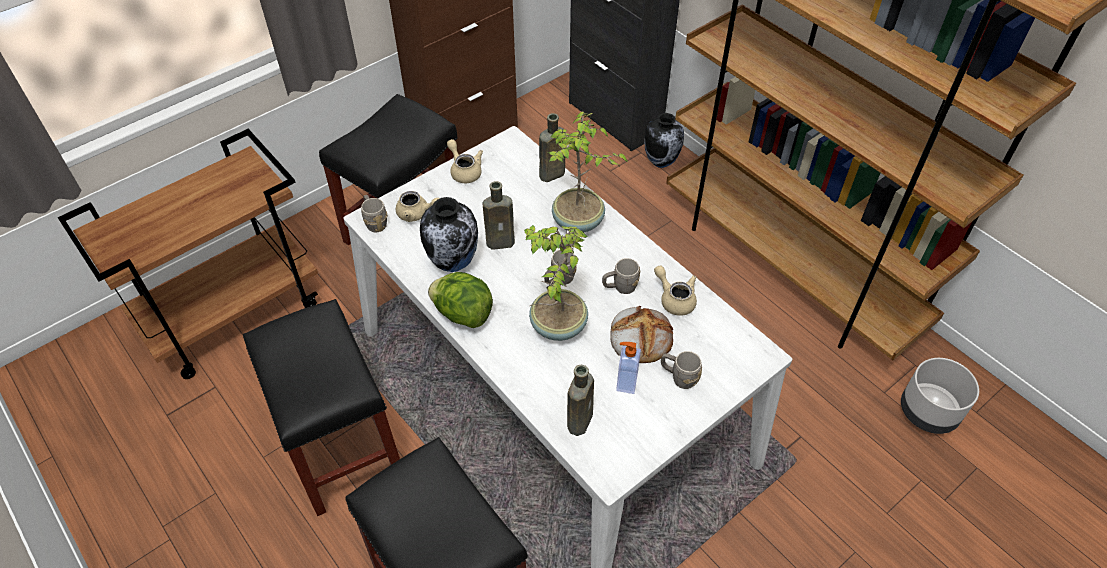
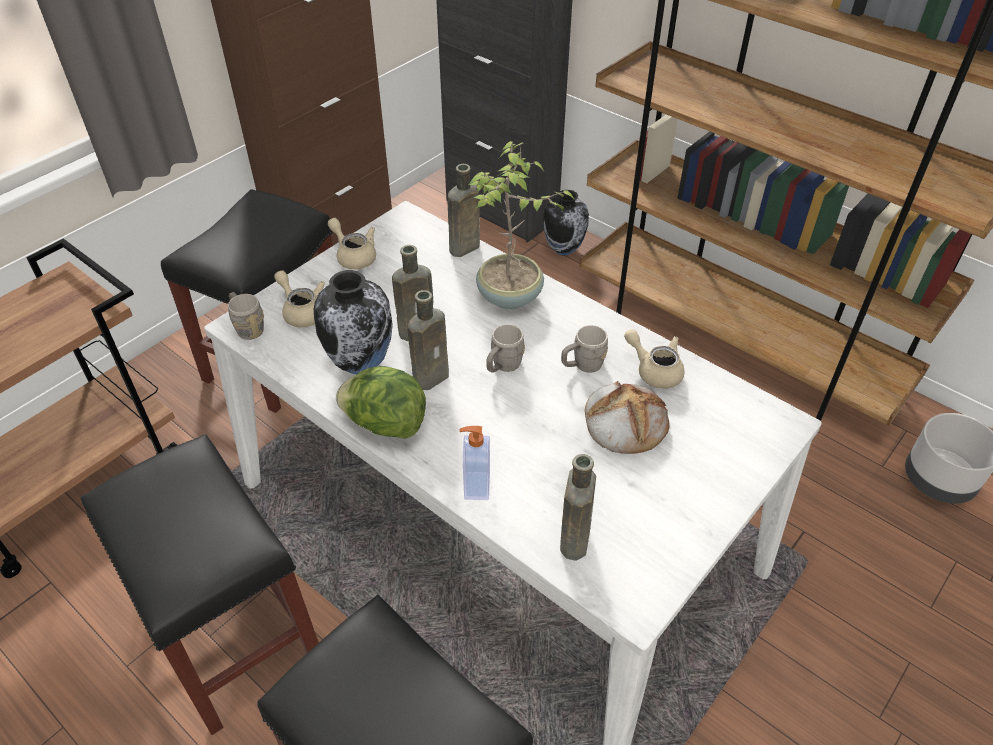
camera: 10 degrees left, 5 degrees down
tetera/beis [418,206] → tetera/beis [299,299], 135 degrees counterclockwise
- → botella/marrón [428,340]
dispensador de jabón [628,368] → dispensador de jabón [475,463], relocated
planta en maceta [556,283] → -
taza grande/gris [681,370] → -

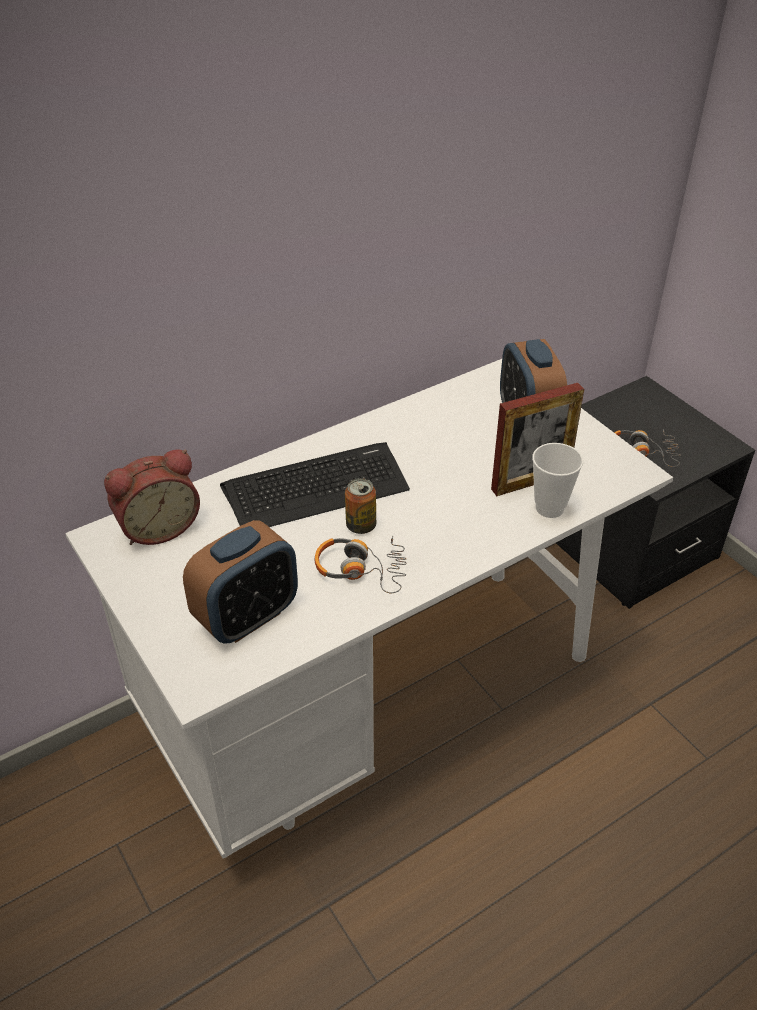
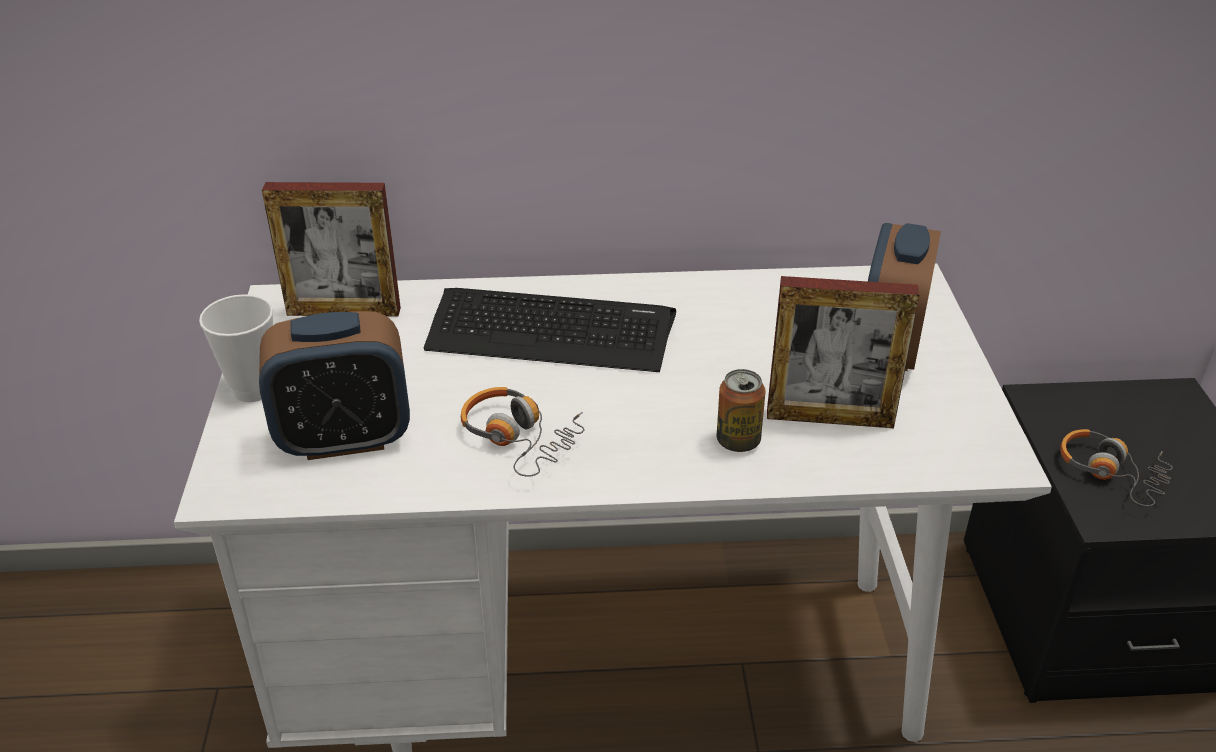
camera: 30 degrees right, 5 degrees down
taza [557,480] → taza [236,348], relocated
despertador [152,497] → portarretratos [331,249]
lata [360,506] → lata [741,410], relocated

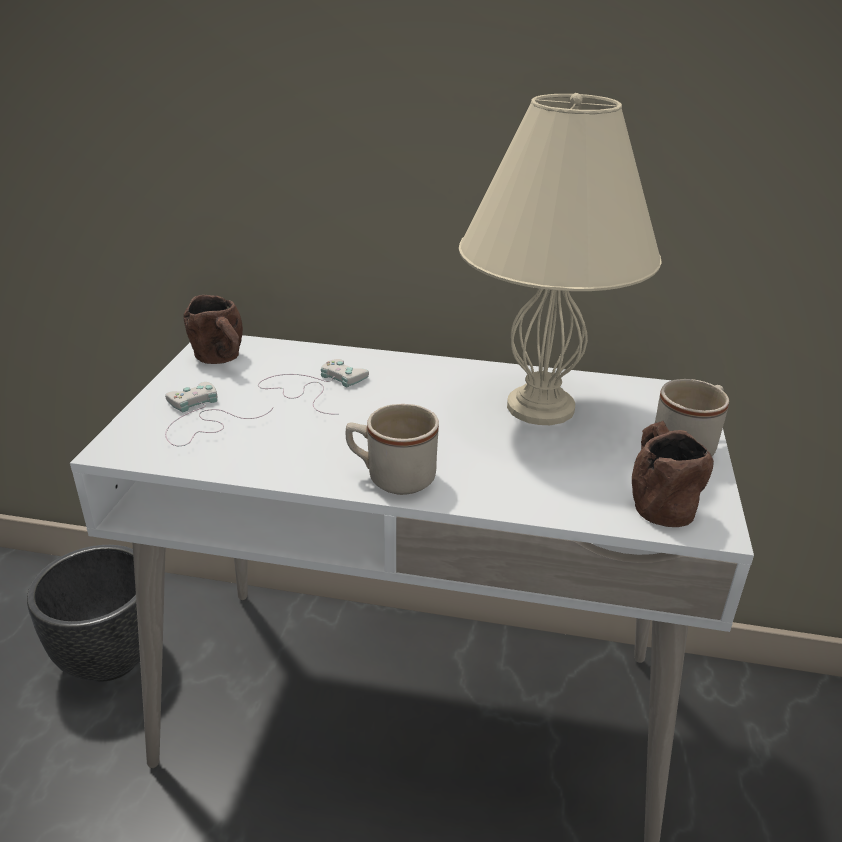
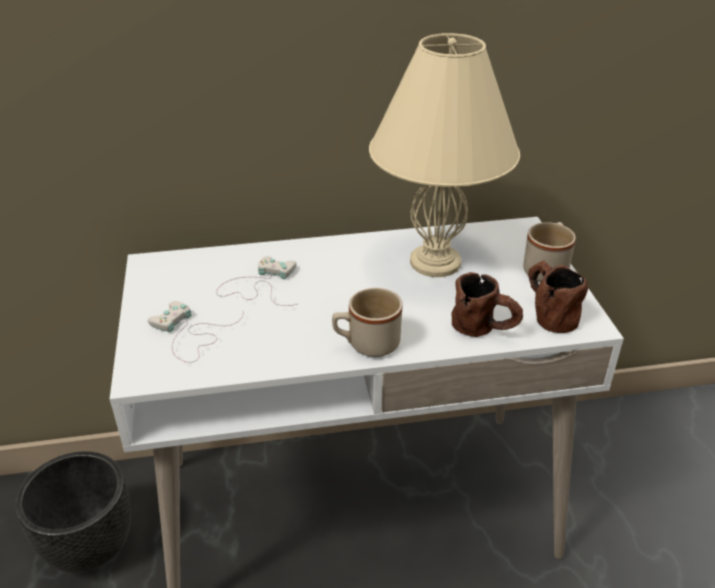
camera: 20 degrees left, 5 degrees up
taza grande/marrón [213,329] → taza grande/marrón [487,304], relocated

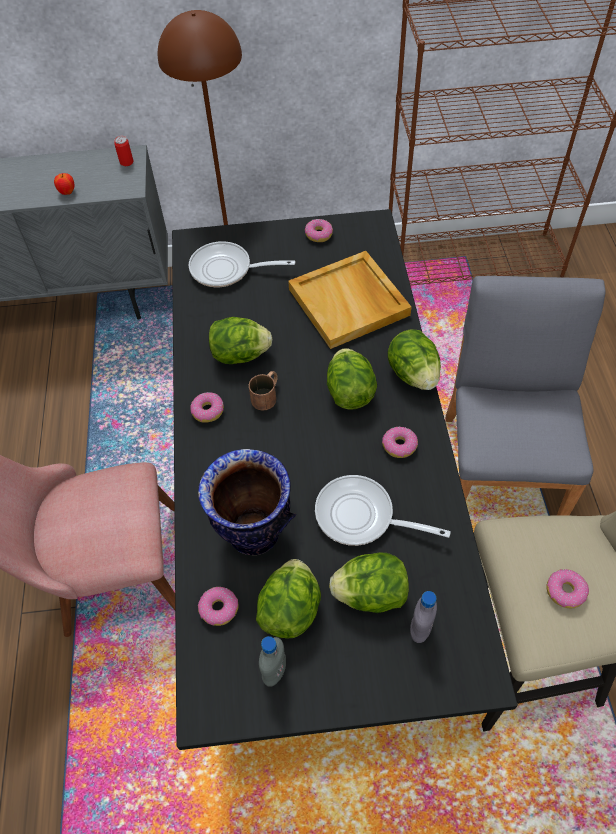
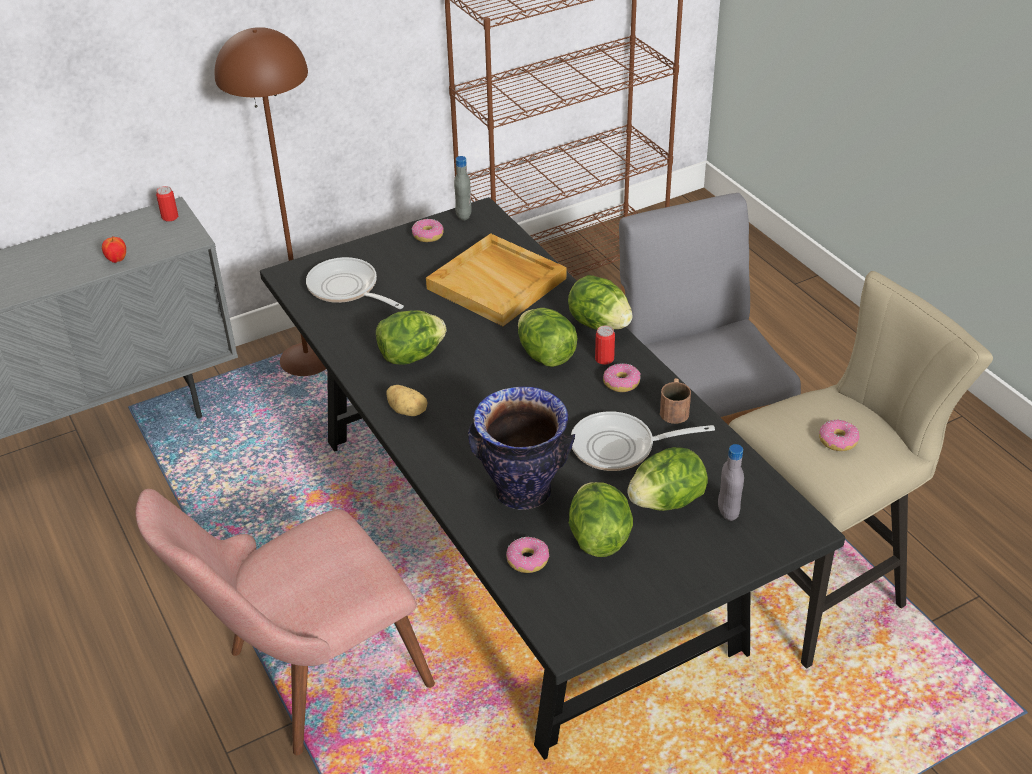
camera: 25 degrees left, 15 degrees down
sartén [242,264] → sartén [355,283], 60 degrees clockwise
rosquilla [207,407] → patata [407,400]
botella/gris [272,661] → botella/gris [462,188], relocated
- → lata [605,345]
taza grande/marrón [263,391] → taza grande/marrón [675,401], relocated

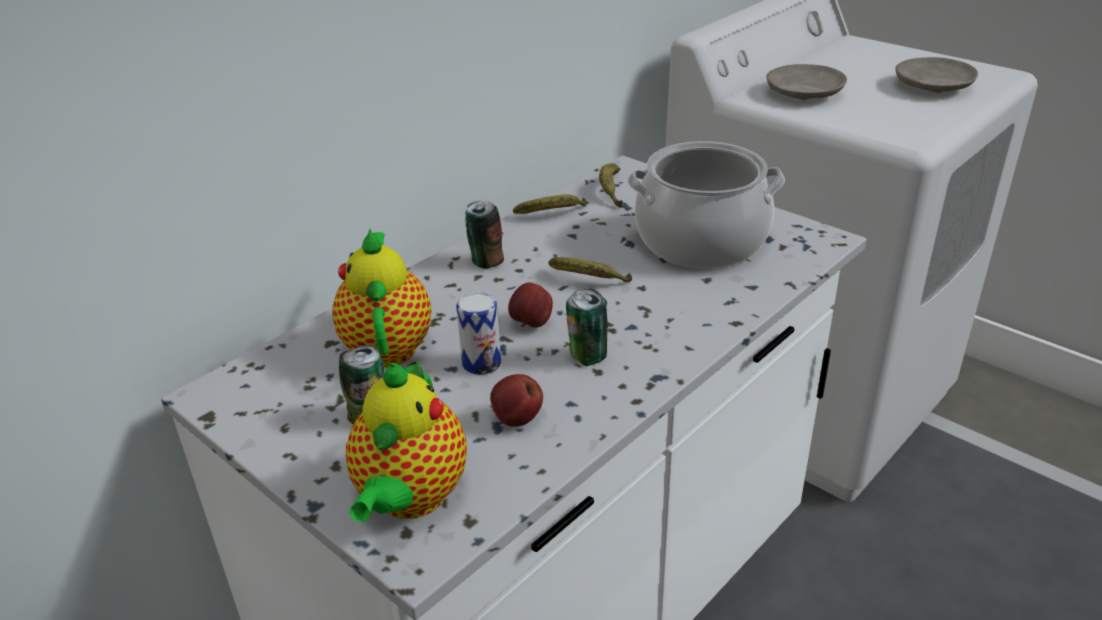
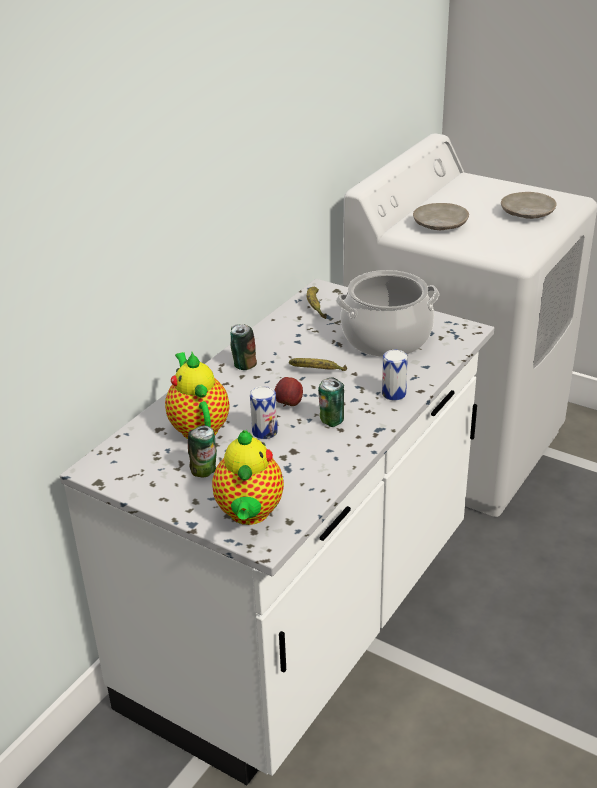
camera: 10 degrees left, 0 degrees up
- → lata [395,375]
manzana [516,400] → -
plátano [549,204] → -

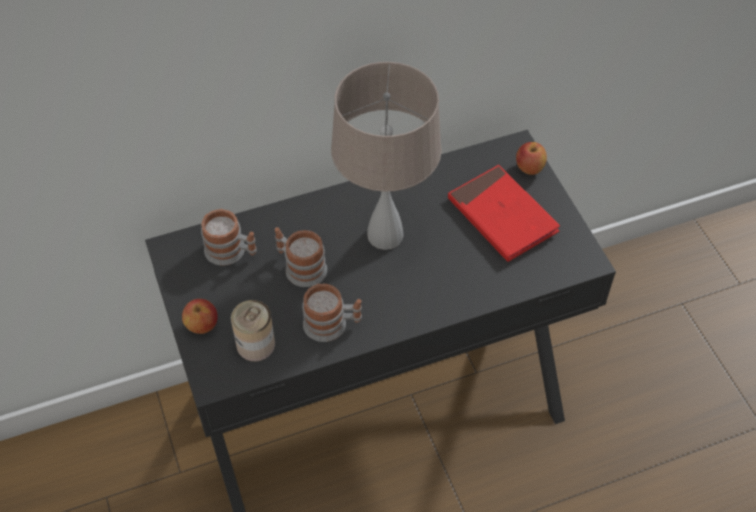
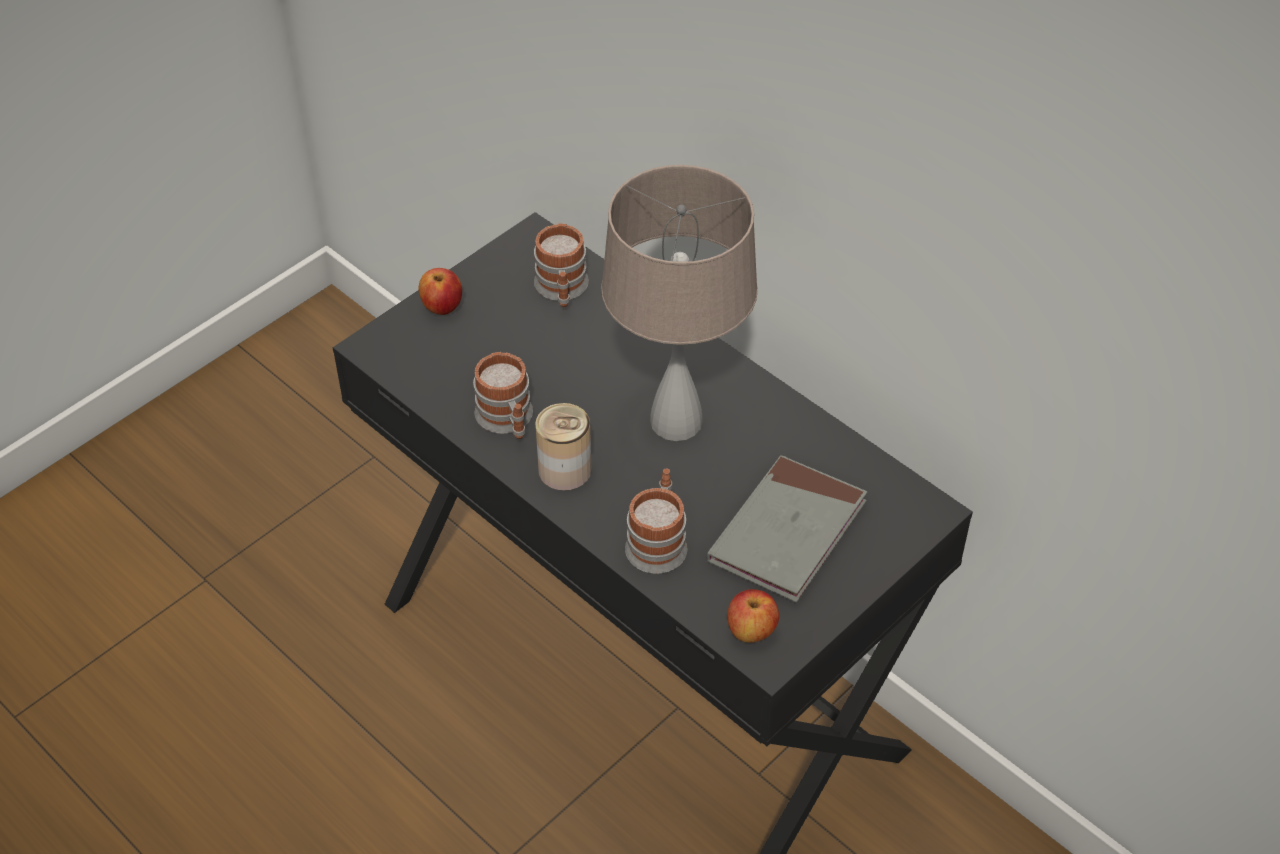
camera: 65 degrees right, 5 degrees down
lata [253,330] → lata [563,447], relocated
taza grande [301,257] → taza grande [656,521], relocated
libro/rojo [504,213] → libro/gris [787,528]
manzana [531,158] → manzana [753,616], relocated

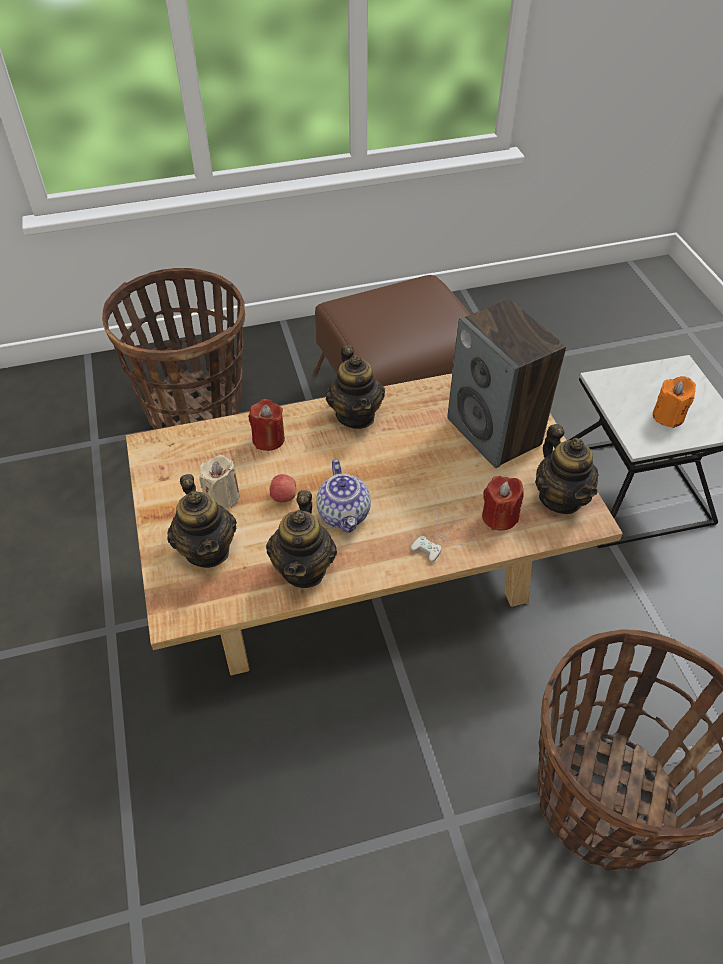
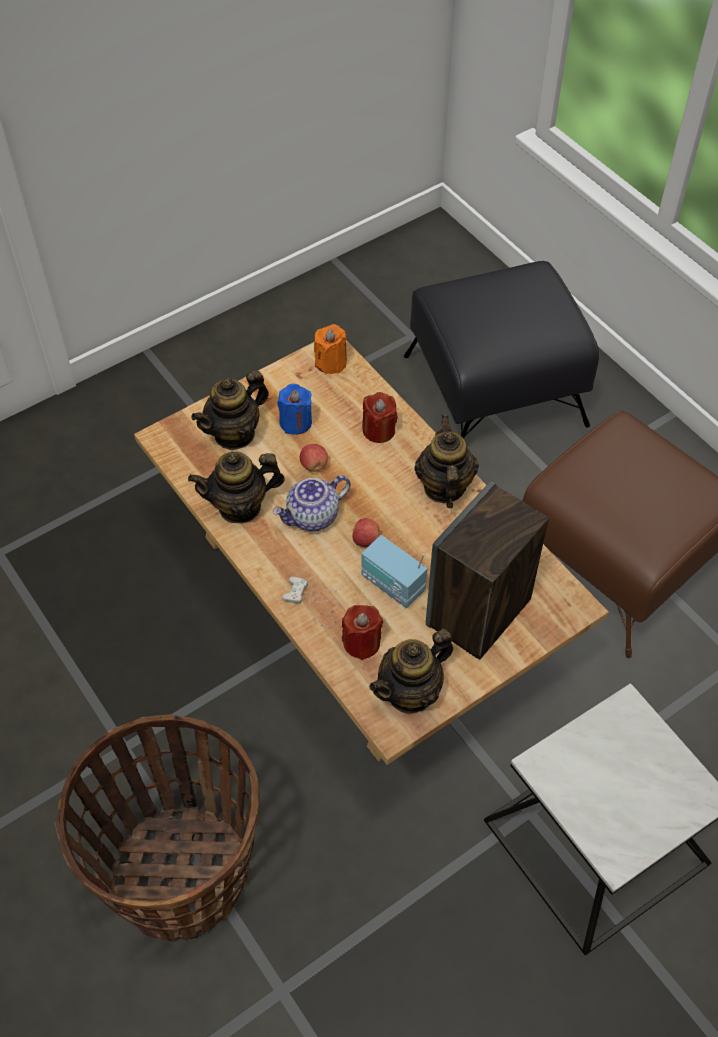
camera: 70 degrees right, 5 degrees up
vela/beis [219,482] → vela/azul [294,409]
vela/naranja [674,402] → vela/naranja [330,349], relocated
- → manzana [366,532]
- → radio [394,571]
cesta [173,349] → puf/negro [501,350]
tetera [355,387] → tetera [446,461], 120 degrees clockwise

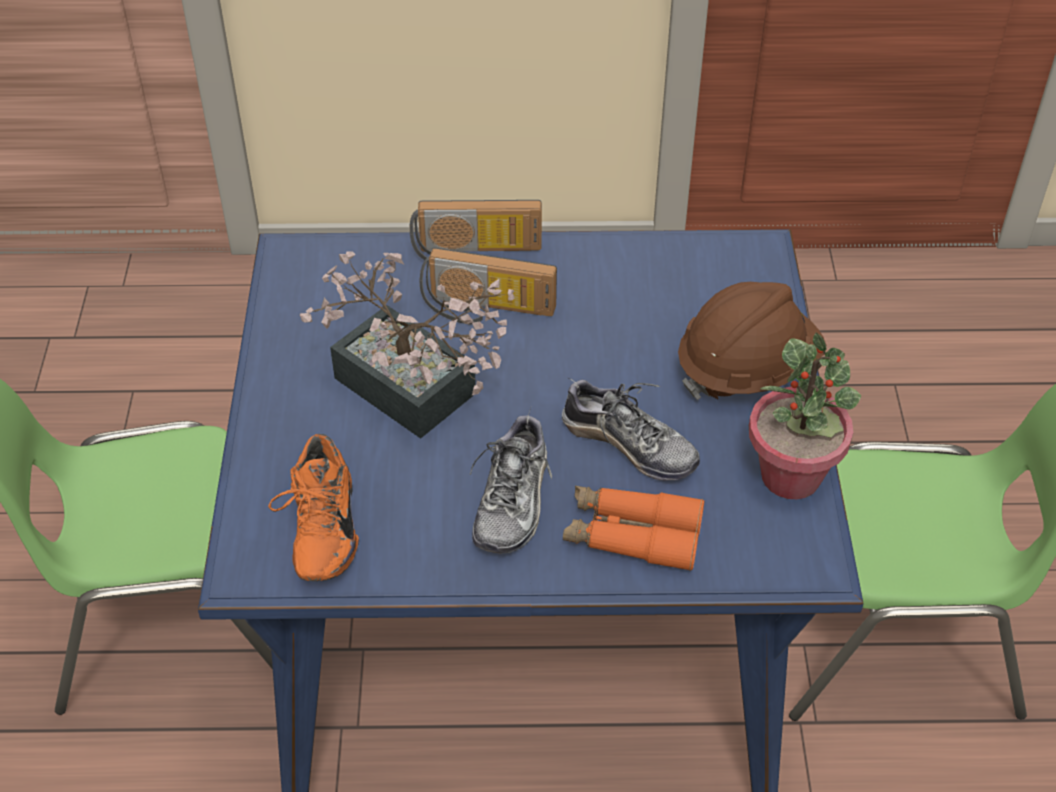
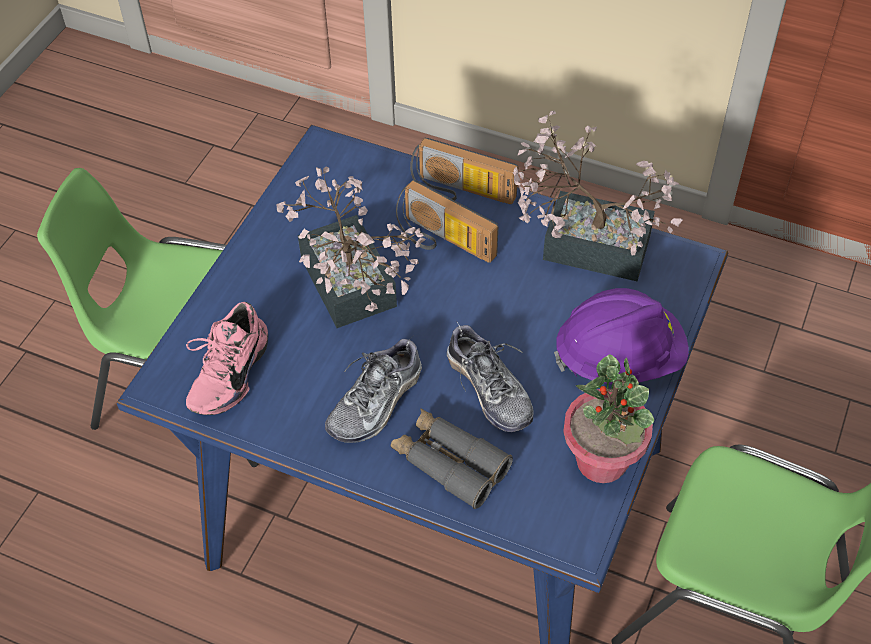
camera: 25 degrees right, 5 degrees up
zapato/naranja [313,507] → zapato/rosa [227,358]
prismáticos/naranja [633,528] → prismáticos/gris [451,459]
- → planta en maceta [598,196]
casco/marrón [752,341] → casco/morado [621,336]

